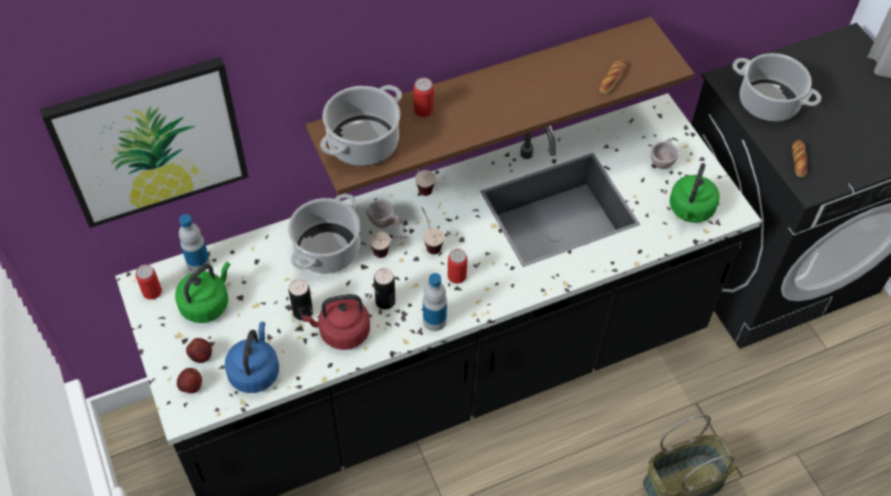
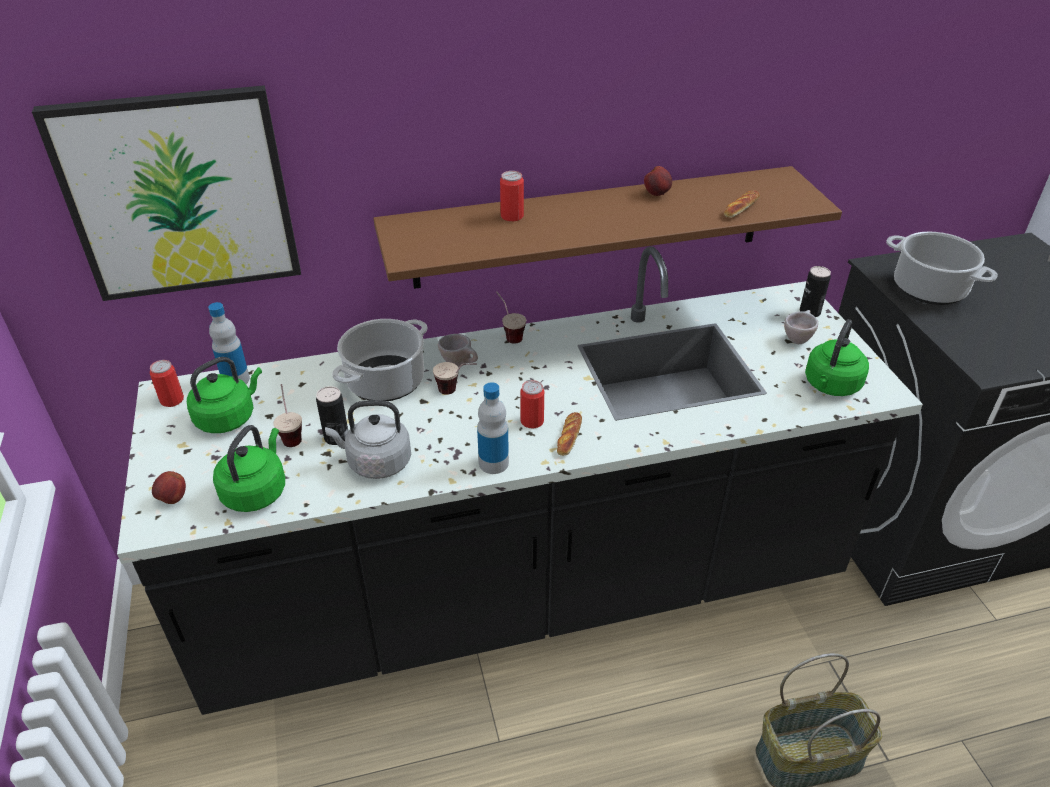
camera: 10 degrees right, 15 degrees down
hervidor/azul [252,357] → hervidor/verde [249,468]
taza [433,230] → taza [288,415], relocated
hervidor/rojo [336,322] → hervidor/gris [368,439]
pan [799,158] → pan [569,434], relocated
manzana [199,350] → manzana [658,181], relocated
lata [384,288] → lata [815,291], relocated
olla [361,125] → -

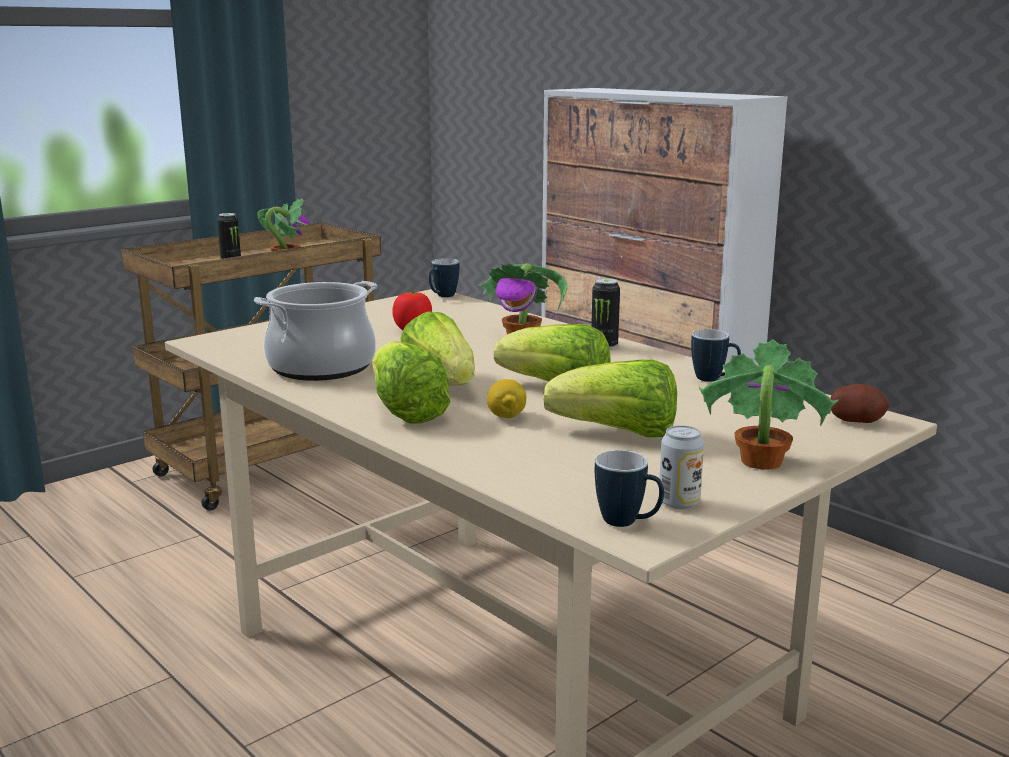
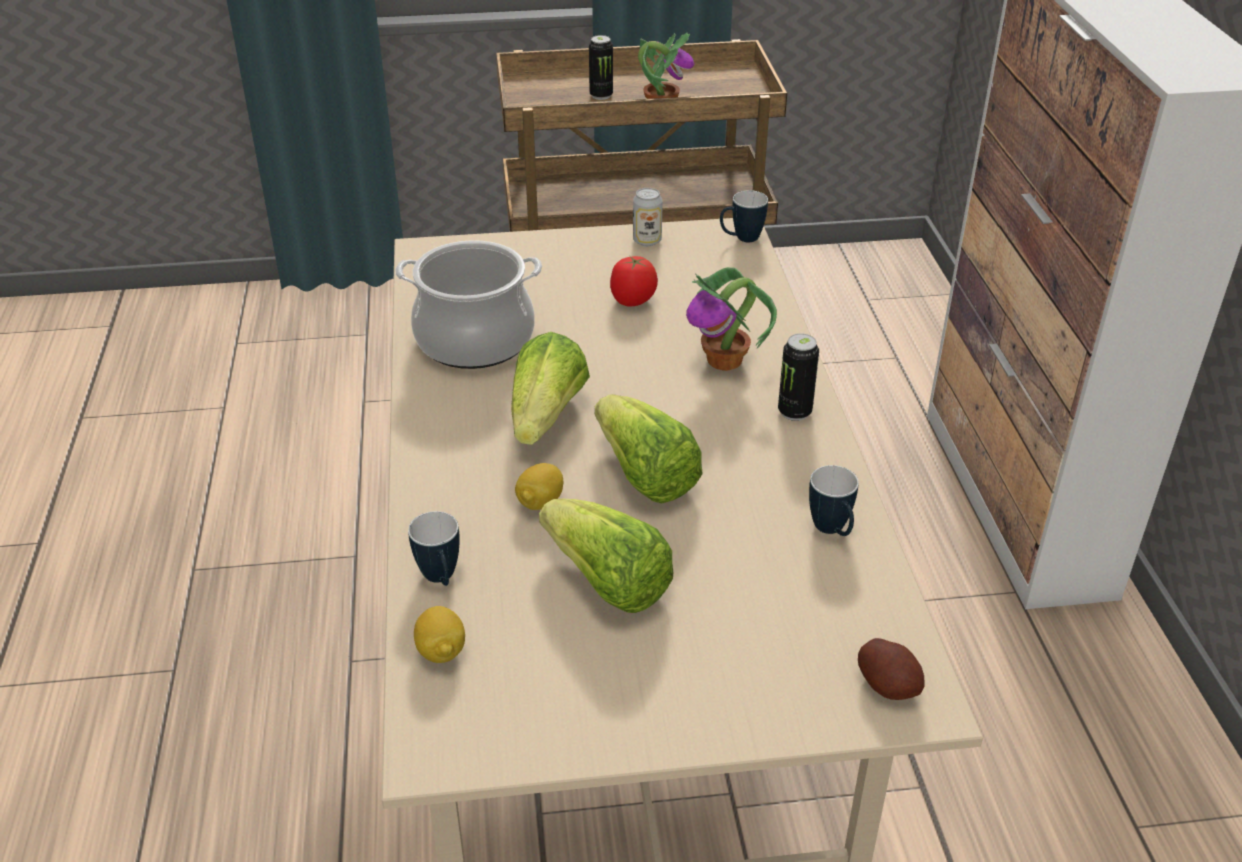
camera: 35 degrees right, 20 degrees up
taza grande [629,488] → taza grande [434,548], relocated
- → limón [439,634]
lata [682,467] → lata [648,217], relocated
lechuga [411,382] → -
planta en maceta [769,405] → -

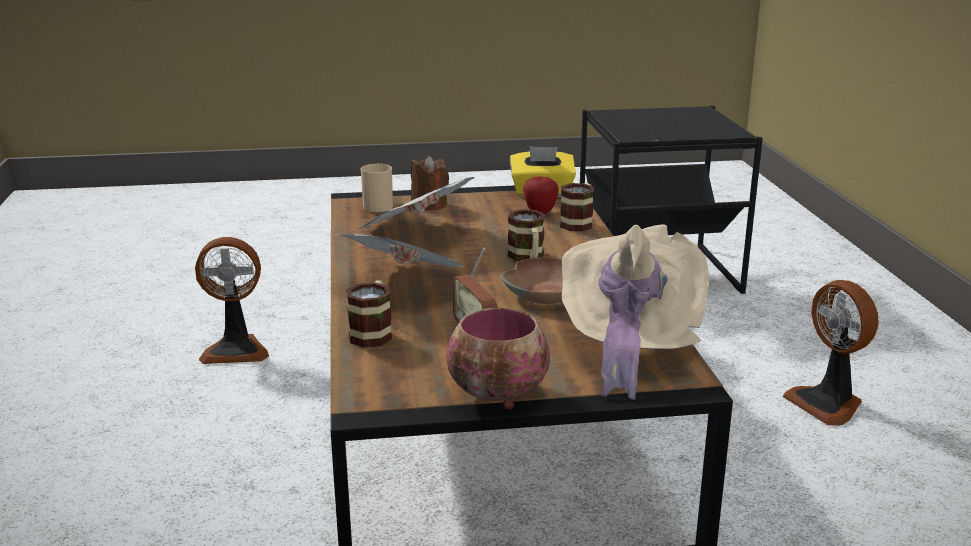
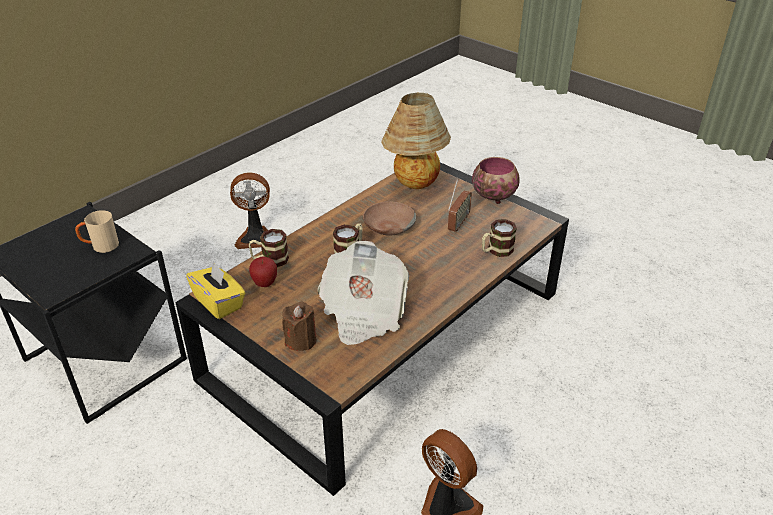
camera: 130 degrees left, 15 degrees up
taza grande/beis [377,188] → taza grande/beis [97,231], relocated
ventilador [830,353] → ventilador [250,210], 60 degrees clockwise
sombrero/beis [635,312] → lámpara de mesa [416,141]
periódico [402,250] → -

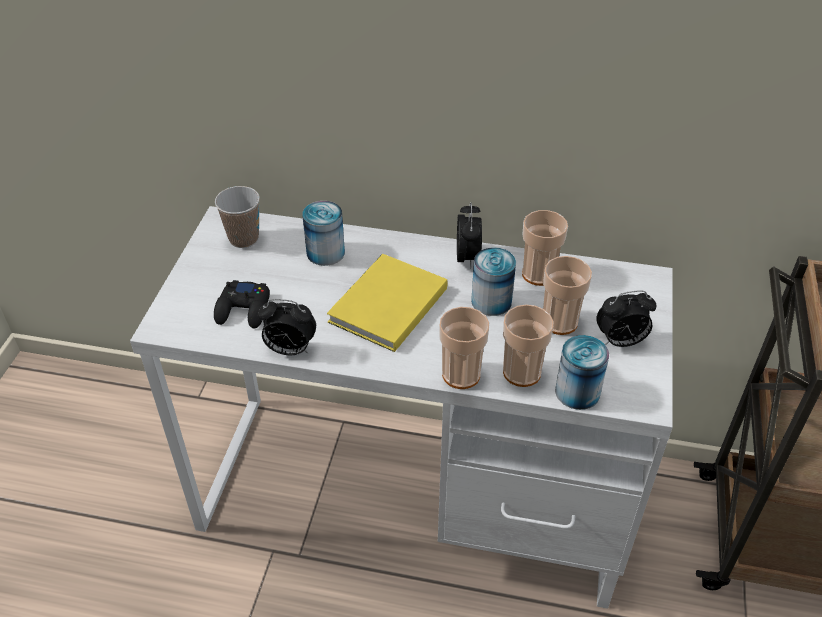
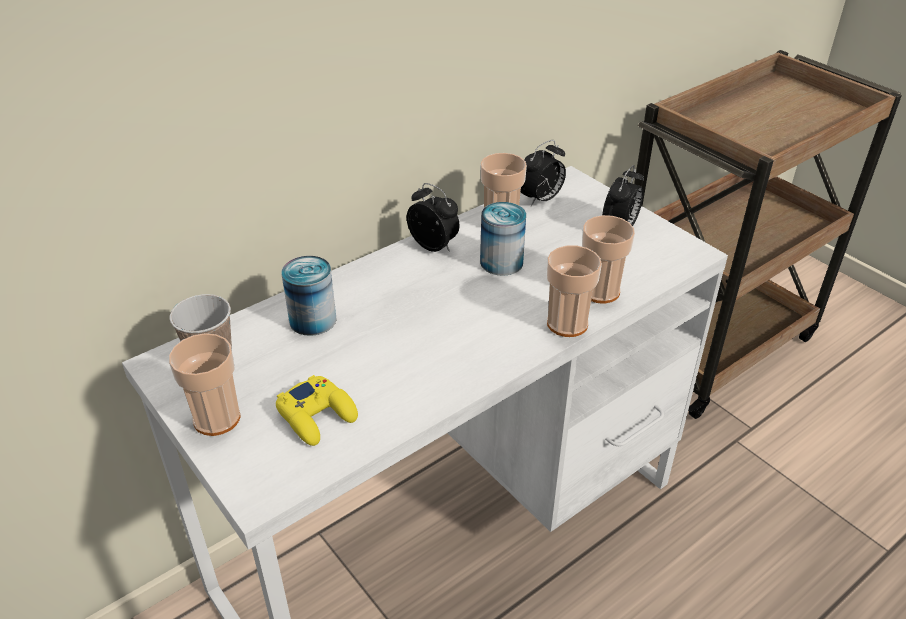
camera: 50 degrees left, 5 degrees down
taza [567,295] → taza [205,384], relocated
mando de consola/negro [242,304] → mando de consola/amarillo [317,410]
despertador [286,327] → despertador [543,173], relocated
libro/amarillo [387,303] → -
lata [582,372] → -

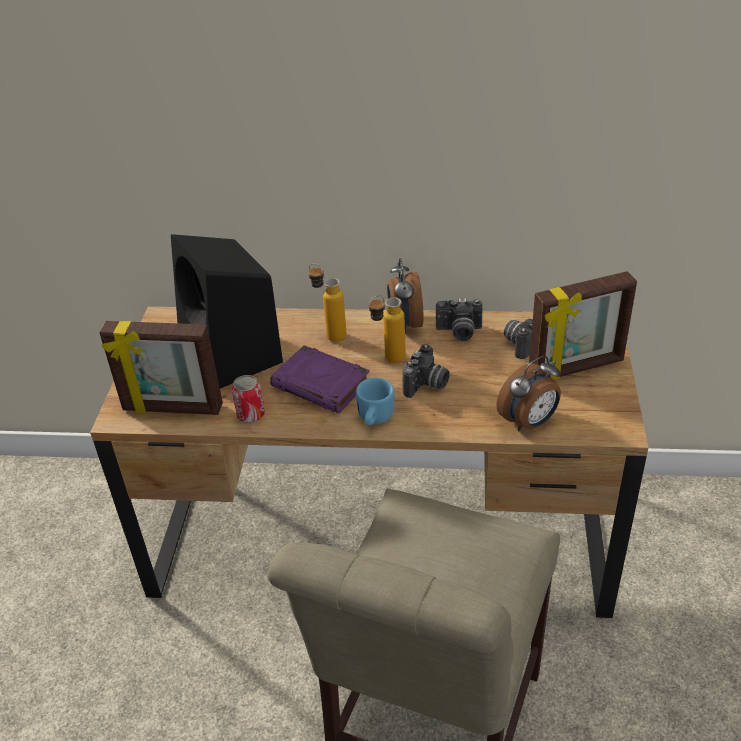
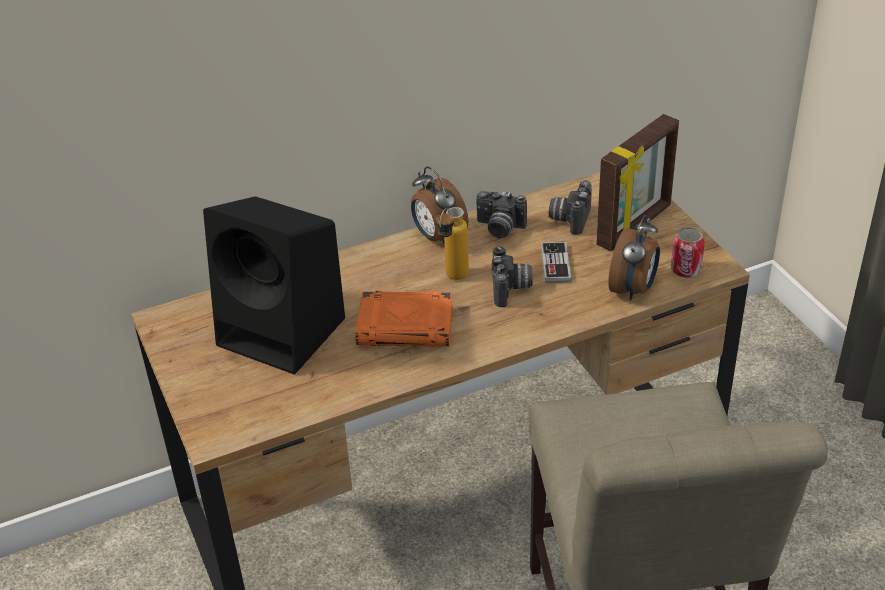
camera: 30 degrees left, 0 degrees up
libro/morado [320,379] → libro/naranja [404,319]
cámara [459,319] → cámara [501,214], 45 degrees clockwise
- → mando de consola [556,262]
lata [248,399] → lata [688,252], relocated
portarretratos [161,368] → -
botella [328,302] → -
taza grande/azul [375,401] → -

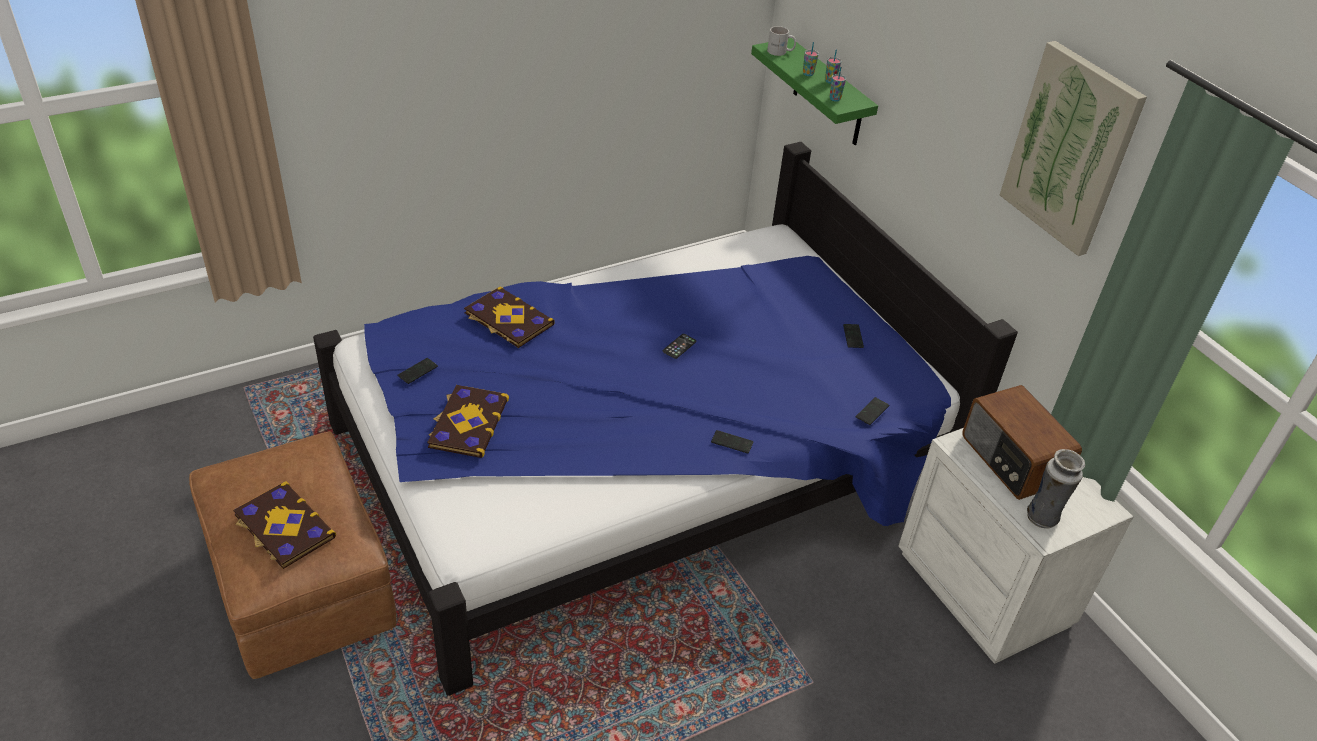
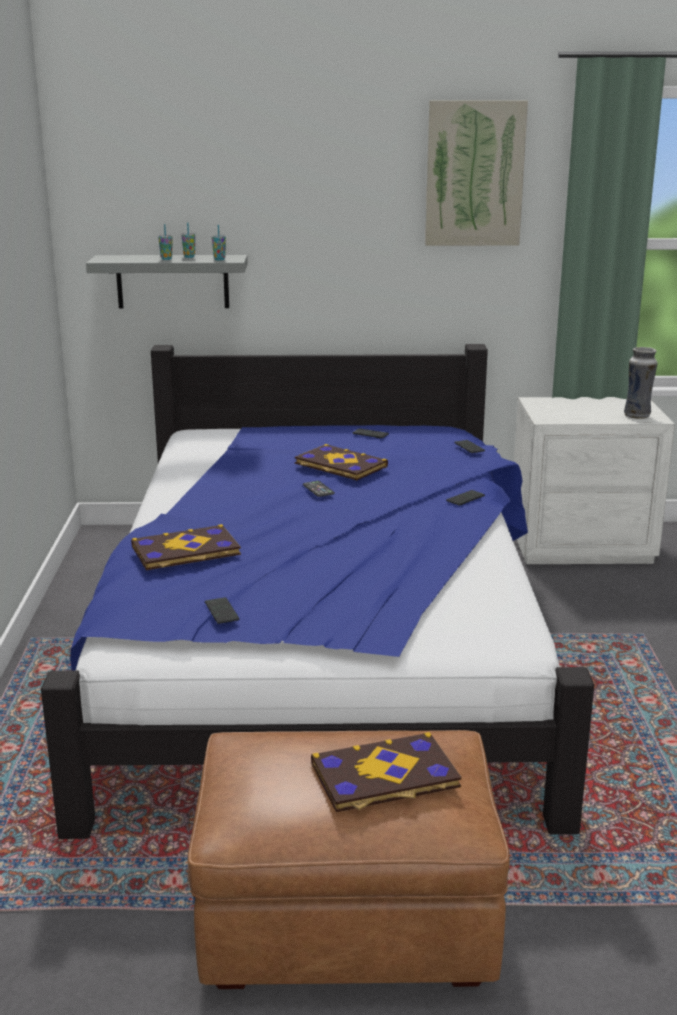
camera: 60 degrees left, 20 degrees down
estante/verde [814,91] → estante/gris [167,281]
libro [468,421] → libro [341,462], relocated
taza grande/blanco [781,41] → -
radio [1022,442] → -

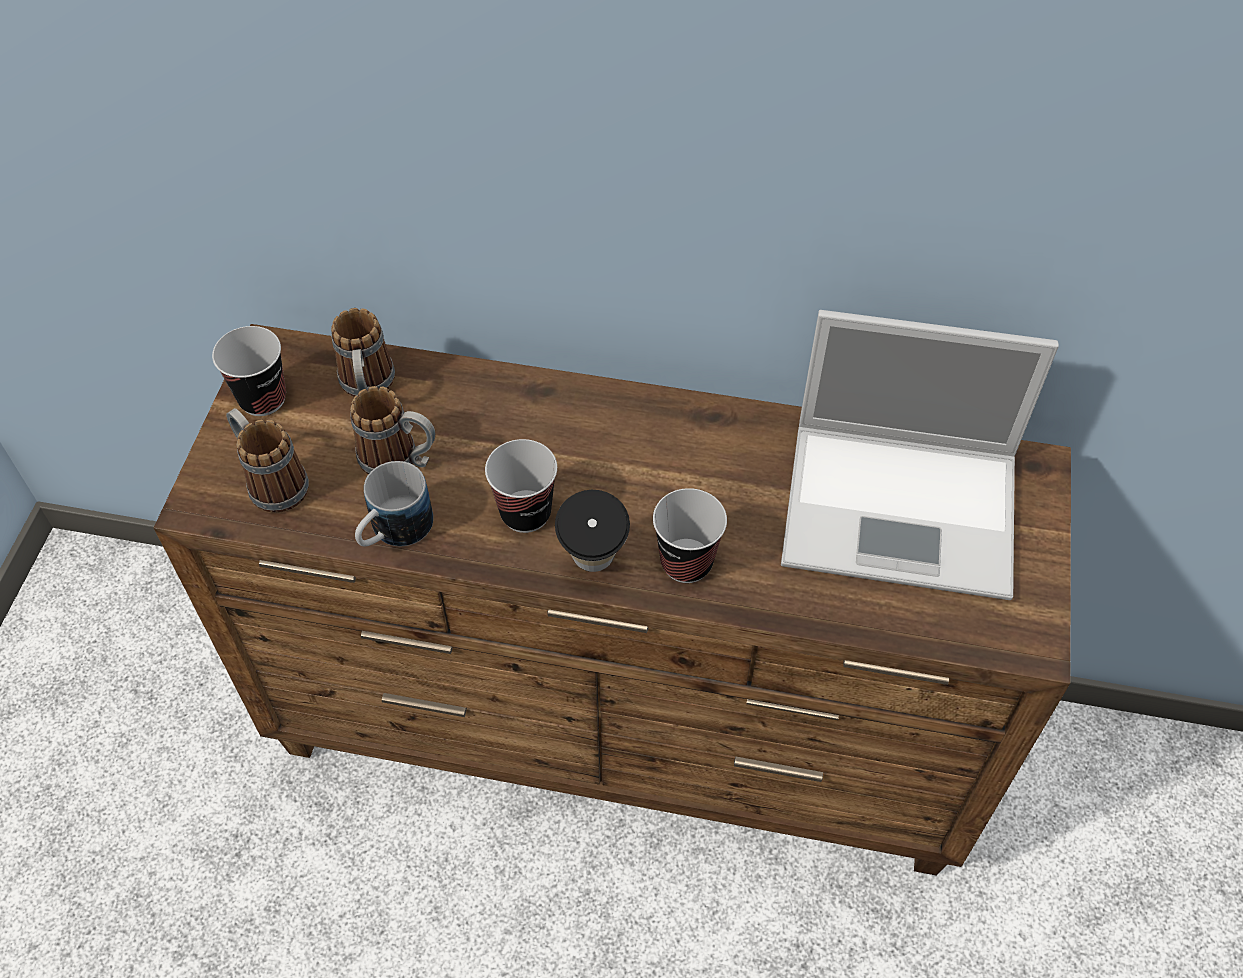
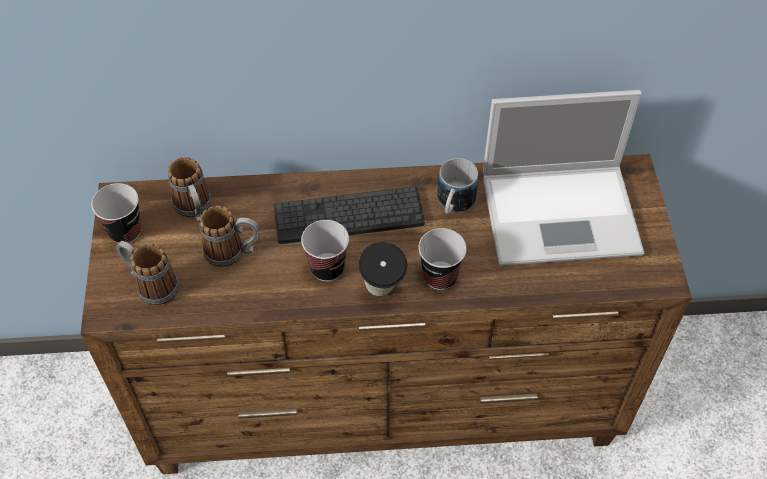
camera: 15 degrees left, 0 degrees up
- → teclado [349,215]
taza grande [394,503] → taza grande [457,186], relocated

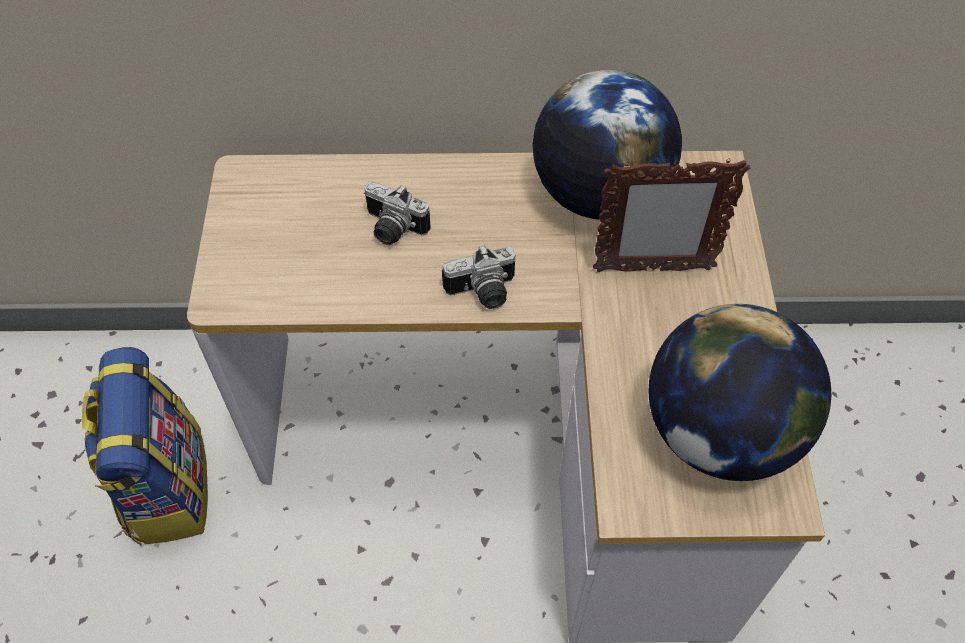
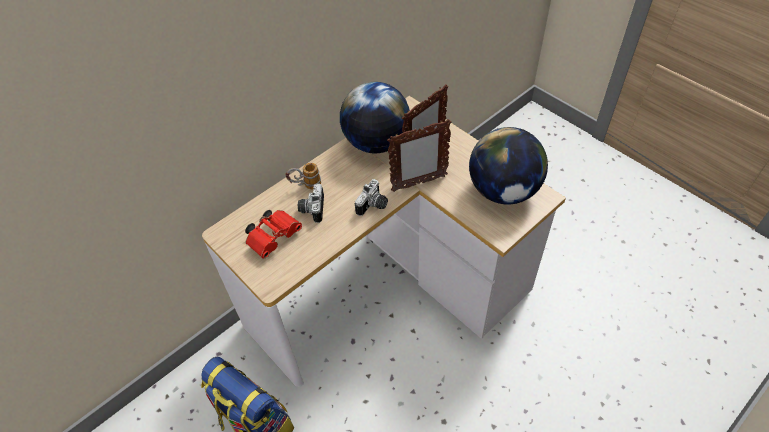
camera: 40 degrees left, 5 degrees down
- → prismáticos/rojo [273,234]
- → taza grande [303,176]
cámara [397,213] → cámara [311,203], 105 degrees clockwise
- → portarretratos [419,155]

